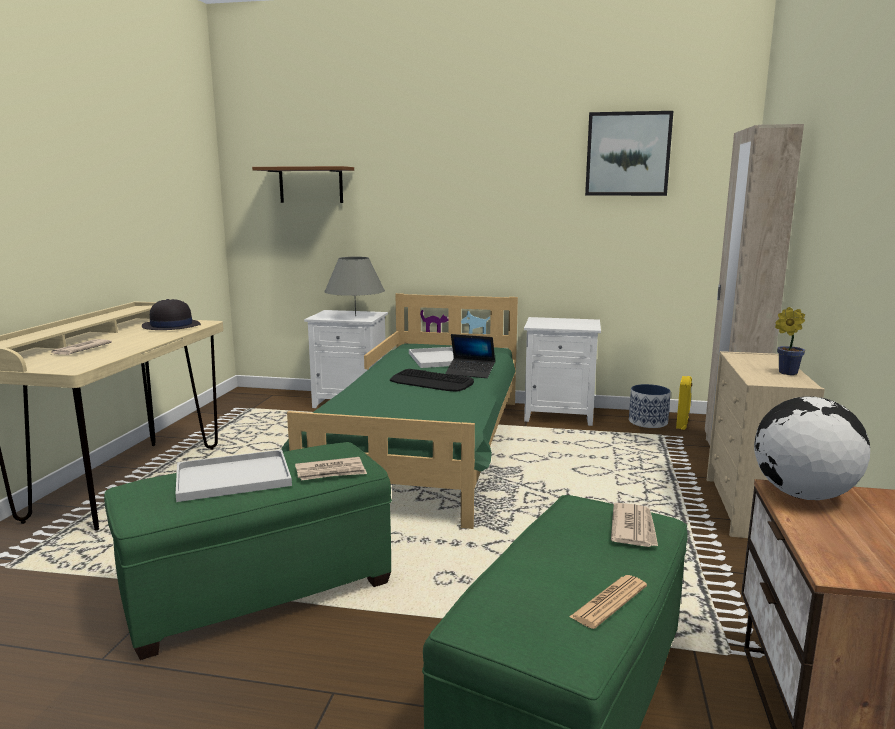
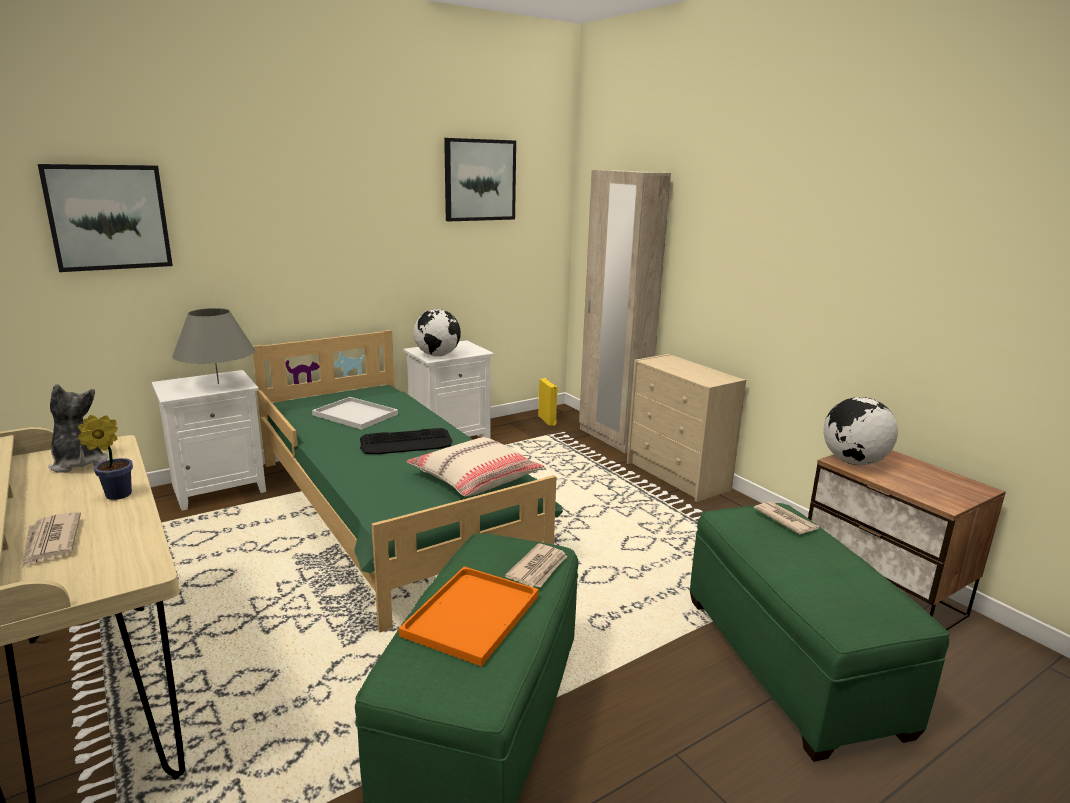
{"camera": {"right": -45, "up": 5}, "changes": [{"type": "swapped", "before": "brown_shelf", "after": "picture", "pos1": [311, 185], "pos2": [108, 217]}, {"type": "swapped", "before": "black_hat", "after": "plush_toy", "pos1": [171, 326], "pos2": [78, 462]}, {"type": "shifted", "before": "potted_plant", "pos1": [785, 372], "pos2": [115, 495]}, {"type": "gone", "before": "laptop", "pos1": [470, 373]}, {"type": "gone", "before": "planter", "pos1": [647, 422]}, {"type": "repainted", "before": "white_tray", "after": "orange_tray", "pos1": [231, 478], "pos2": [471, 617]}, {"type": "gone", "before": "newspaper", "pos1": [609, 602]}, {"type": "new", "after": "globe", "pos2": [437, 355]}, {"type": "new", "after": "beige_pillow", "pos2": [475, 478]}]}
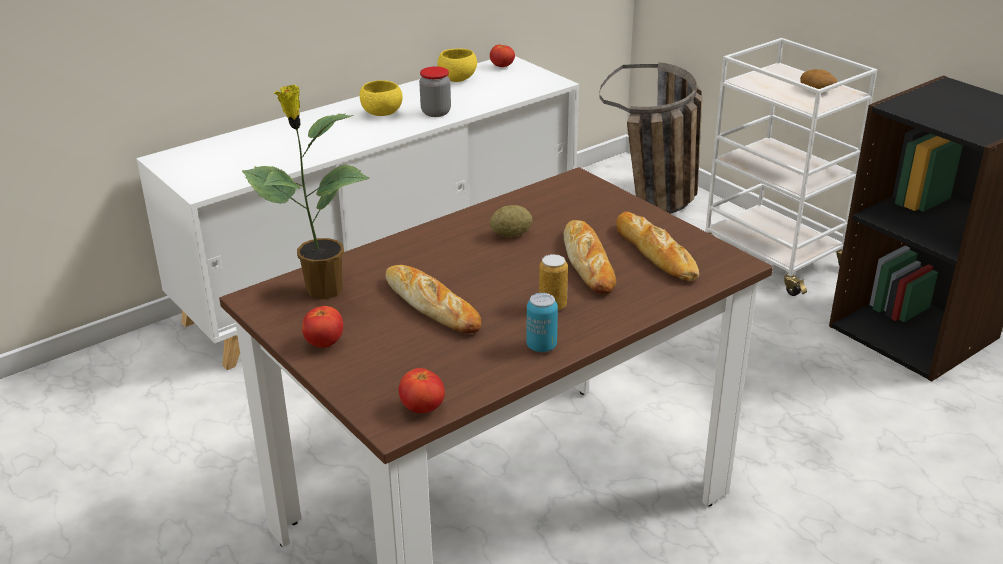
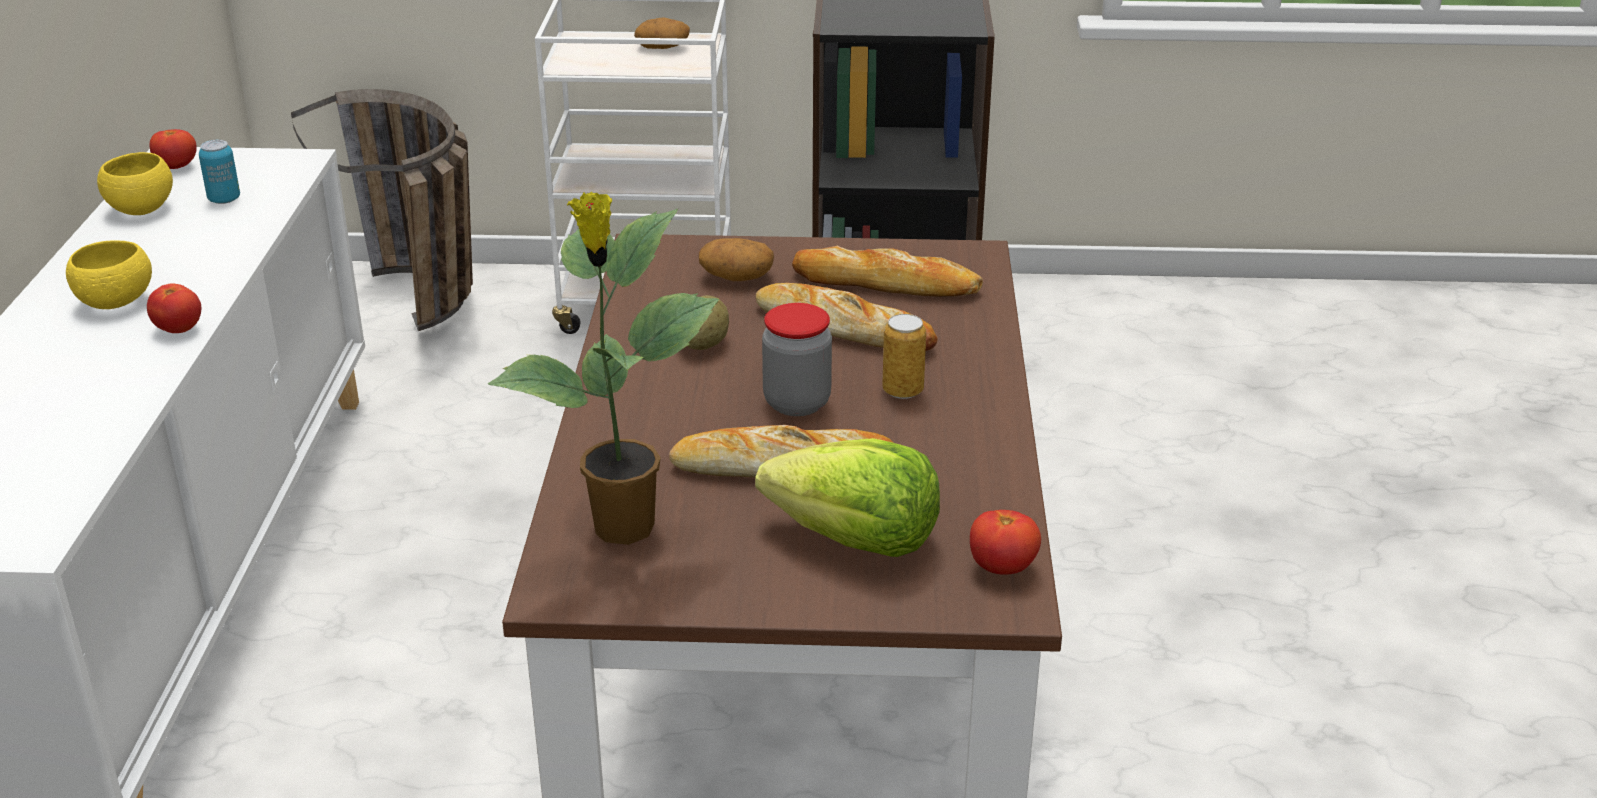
{"camera": {"right": -50, "up": 0}, "changes": [{"type": "shifted", "before": "jar", "pos1": [436, 112], "pos2": [797, 403]}, {"type": "shifted", "before": "can", "pos1": [541, 346], "pos2": [224, 199]}, {"type": "shifted", "before": "tomato", "pos1": [324, 343], "pos2": [178, 329]}, {"type": "new", "after": "potato", "pos2": [736, 277]}, {"type": "new", "after": "lettuce", "pos2": [854, 541]}]}
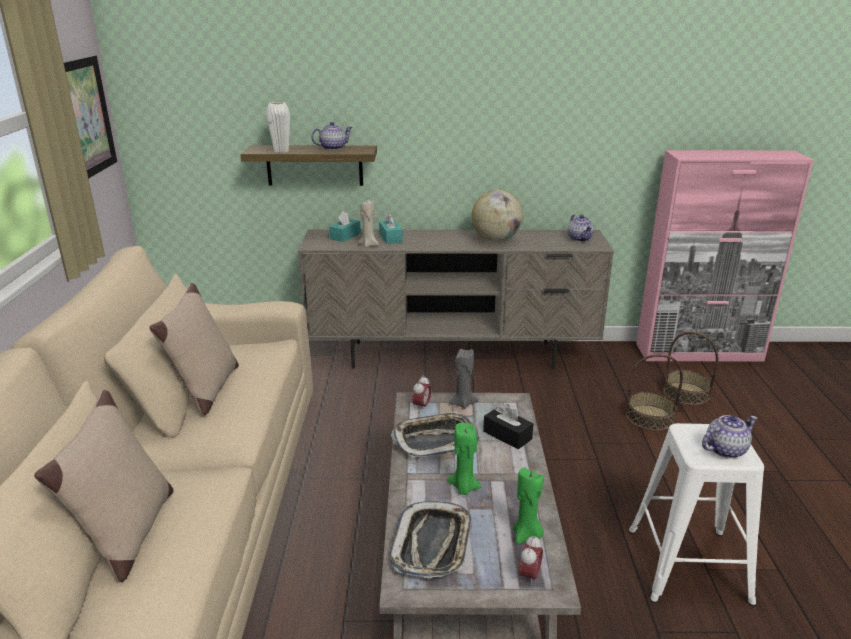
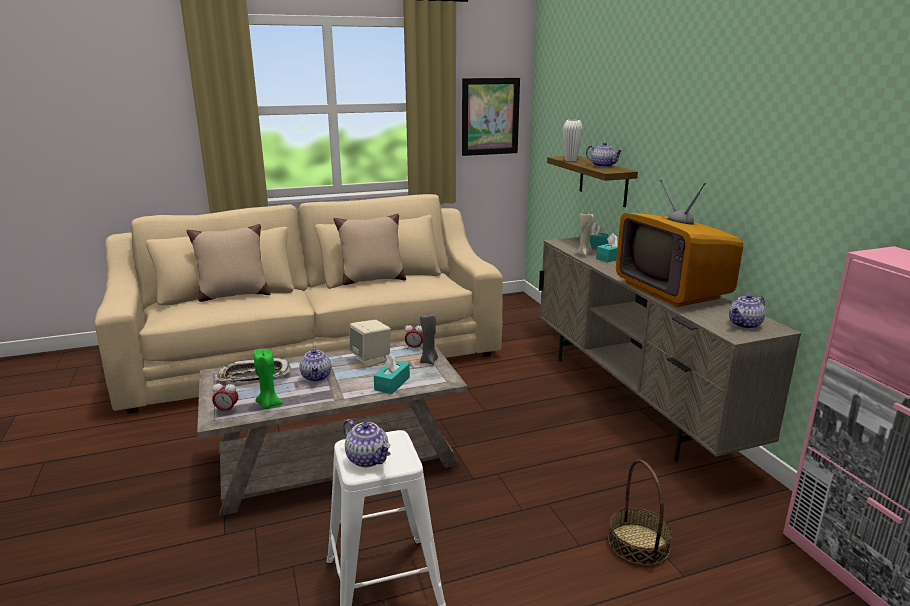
{"camera": {"right": 70, "up": -5}, "changes": [{"type": "swapped", "before": "globe", "after": "television", "pos1": [496, 240], "pos2": [671, 291]}, {"type": "gone", "before": "basket", "pos1": [686, 393]}, {"type": "repainted", "before": "black_tissue_box", "after": "turquoise_tissue_box", "pos1": [507, 435], "pos2": [392, 384]}, {"type": "swapped", "before": "tray", "after": "beige_speaker", "pos1": [435, 440], "pos2": [371, 359]}, {"type": "swapped", "before": "green_candle", "after": "teapot", "pos1": [464, 487], "pos2": [317, 377]}]}
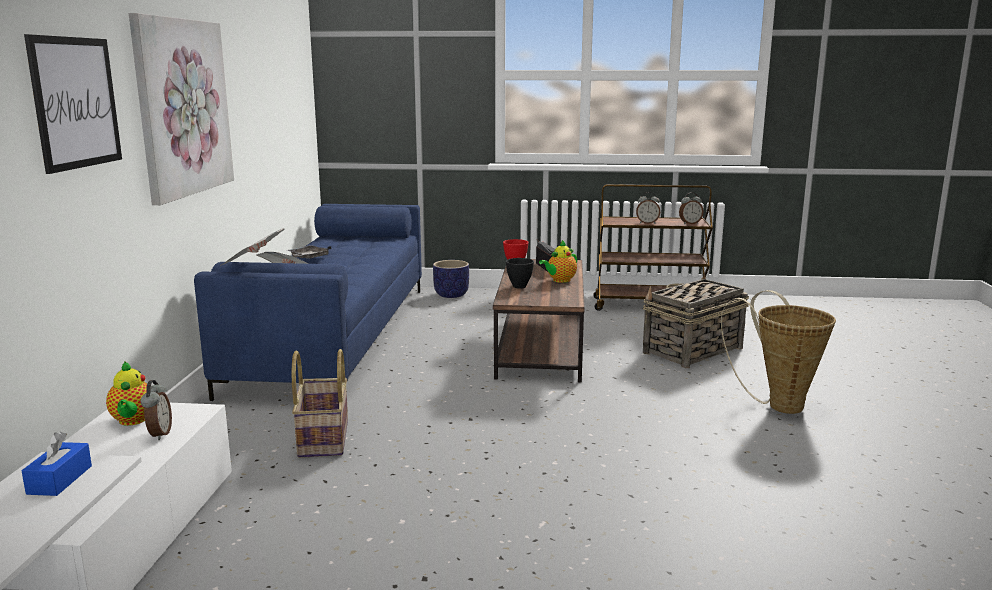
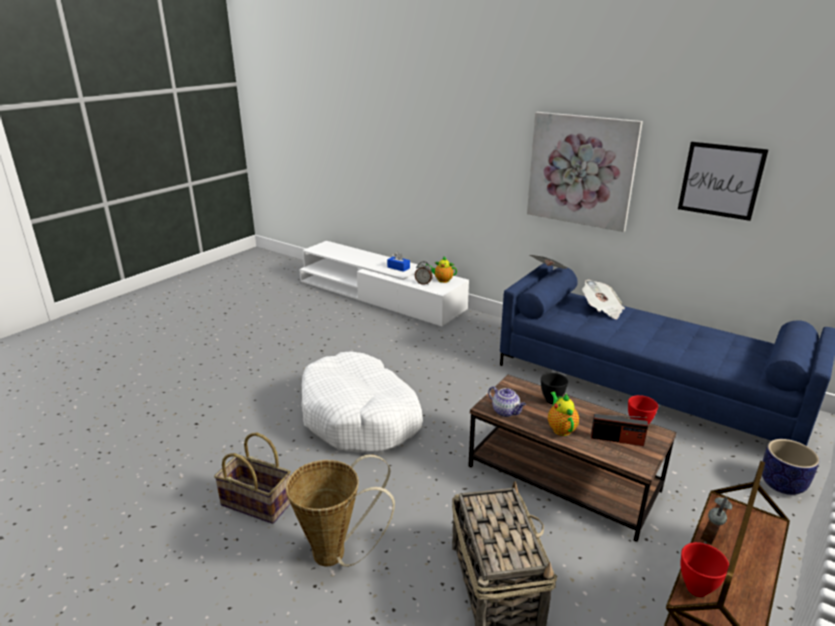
{"camera": {"right": 120, "up": 10}, "changes": [{"type": "shifted", "before": "picture", "pos1": [76, 102], "pos2": [720, 180]}, {"type": "swapped", "before": "alarm_clock", "after": "red_bowl", "pos1": [690, 223], "pos2": [697, 589]}, {"type": "gone", "before": "grey_tray", "pos1": [308, 258]}, {"type": "shifted", "before": "basket", "pos1": [322, 438], "pos2": [258, 502]}, {"type": "new", "after": "white_dog_bed", "pos2": [360, 417]}, {"type": "new", "after": "teapot", "pos2": [506, 412]}]}
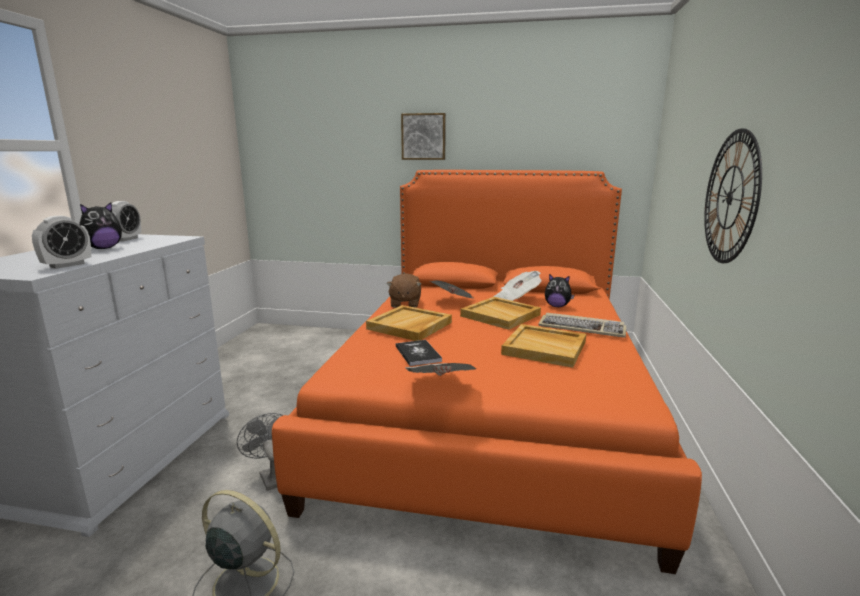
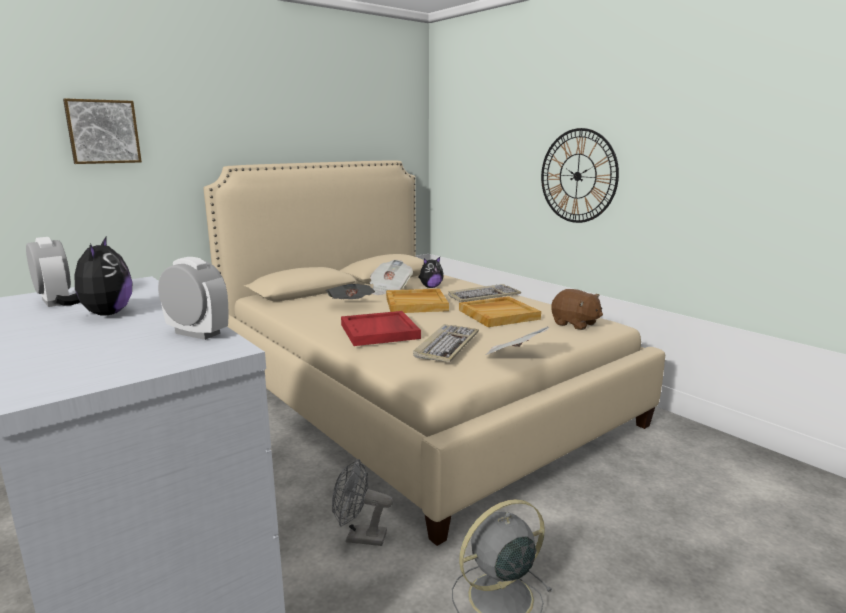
{"camera": {"right": -50, "up": 0}, "changes": [{"type": "shifted", "before": "picture", "pos1": [423, 136], "pos2": [103, 131]}, {"type": "repainted", "before": "orange_bed", "after": "beige_bed", "pos1": [488, 408], "pos2": [417, 397]}, {"type": "rotated", "before": "alarm_clock", "pos1": [67, 265], "pos2": [197, 333], "turn": -45}, {"type": "shifted", "before": "brown_plush_toy", "pos1": [405, 304], "pos2": [575, 324]}, {"type": "repainted", "before": "beige_tray", "after": "red_tray", "pos1": [410, 326], "pos2": [380, 331]}, {"type": "swapped", "before": "book", "after": "keyboard", "pos1": [418, 354], "pos2": [446, 345]}]}
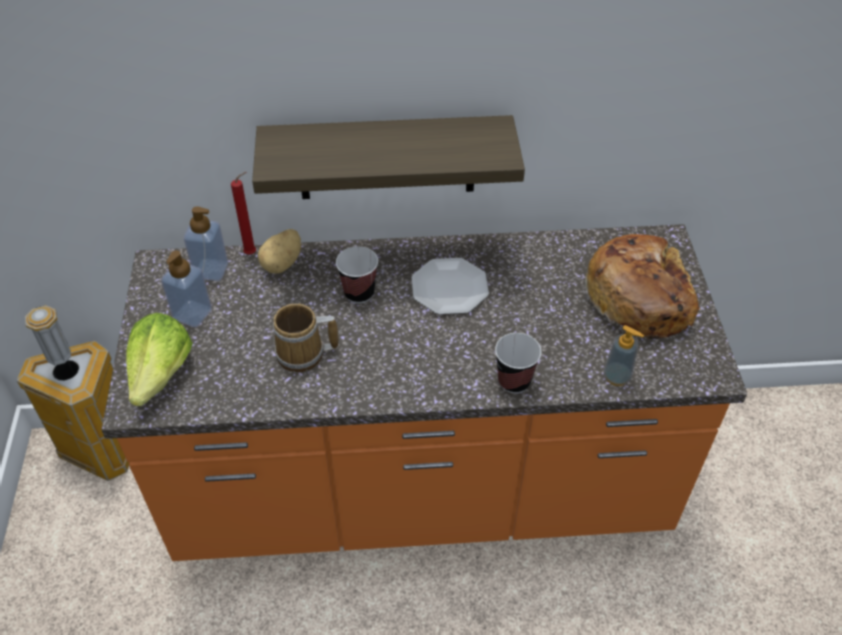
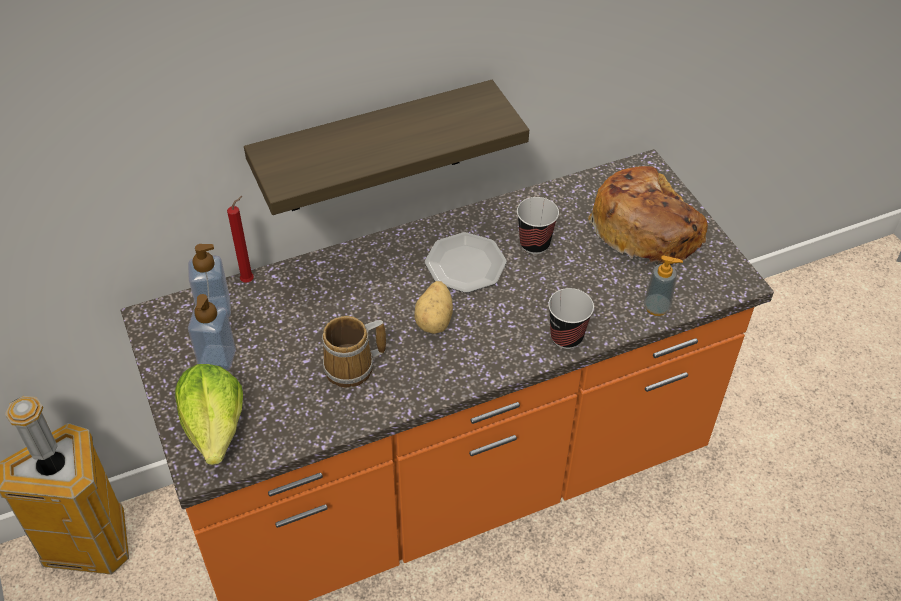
{"camera": {"right": -20, "up": 0}, "changes": [{"type": "shifted", "before": "potato", "pos1": [283, 263], "pos2": [435, 320]}, {"type": "shifted", "before": "cup", "pos1": [359, 293], "pos2": [534, 244]}]}
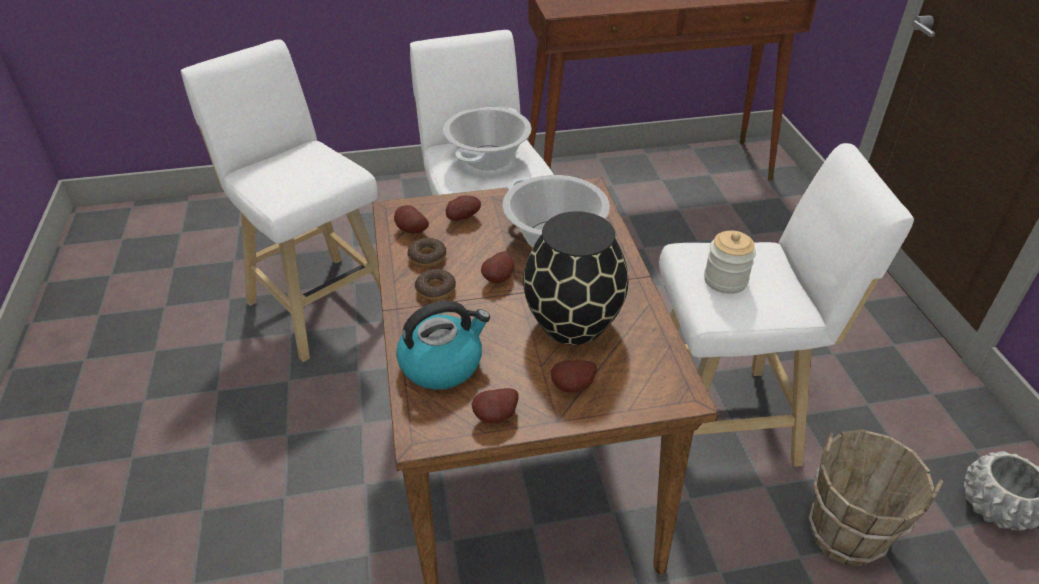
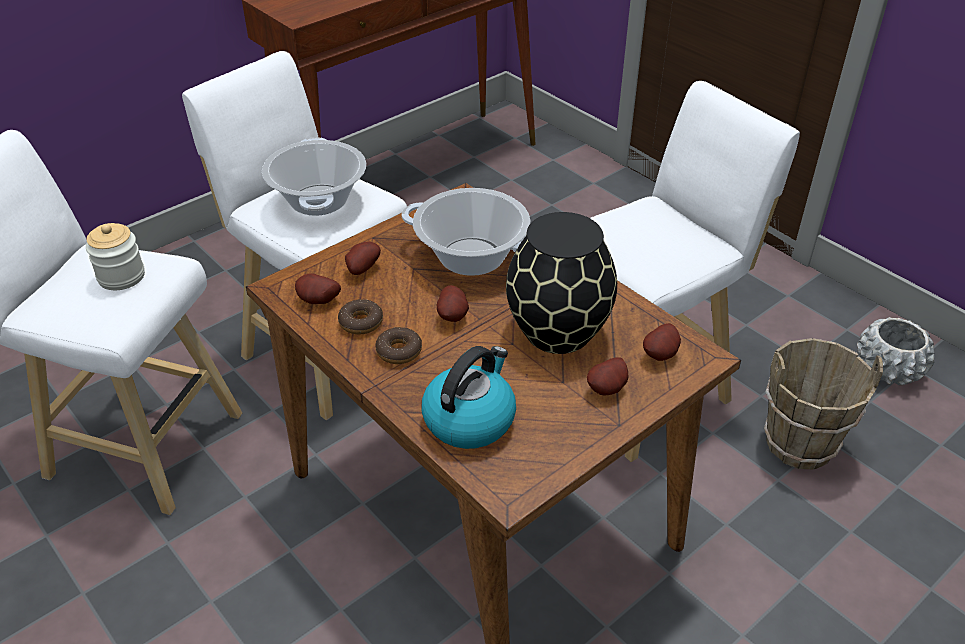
{"camera": {"right": -30, "up": 0}, "changes": [{"type": "shifted", "before": "jar", "pos1": [725, 280], "pos2": [121, 276]}, {"type": "shifted", "before": "potato", "pos1": [497, 417], "pos2": [661, 355]}]}
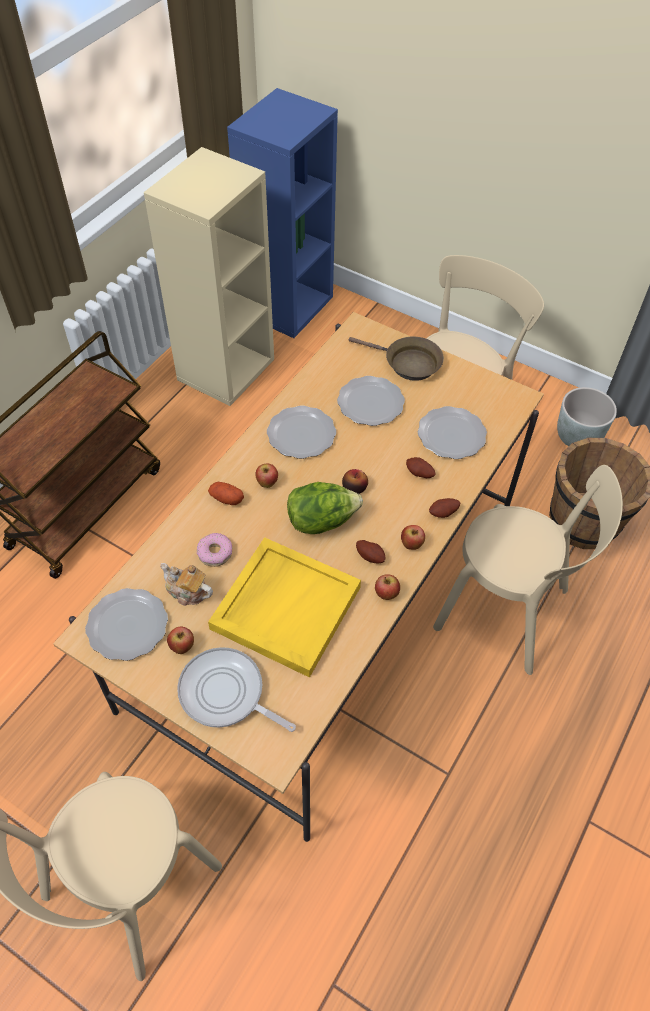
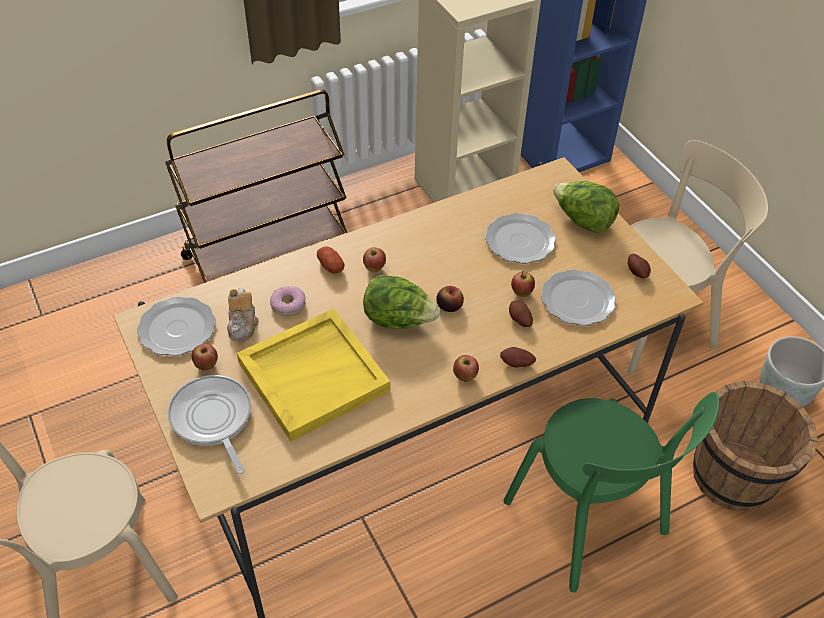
{"camera": {"right": 30, "up": -5}, "changes": [{"type": "swapped", "before": "brown_frying_pan", "after": "lettuce", "pos1": [408, 363], "pos2": [582, 221]}, {"type": "gone", "before": "plate", "pos1": [301, 433]}, {"type": "repainted", "before": "beige_chair", "after": "green_chair", "pos1": [508, 612], "pos2": [589, 522]}, {"type": "shifted", "before": "potato", "pos1": [370, 556], "pos2": [637, 272]}, {"type": "rotated", "before": "teapot", "pos1": [187, 592], "pos2": [243, 325], "turn": -150}, {"type": "shifted", "before": "apple", "pos1": [386, 594], "pos2": [521, 293]}]}
